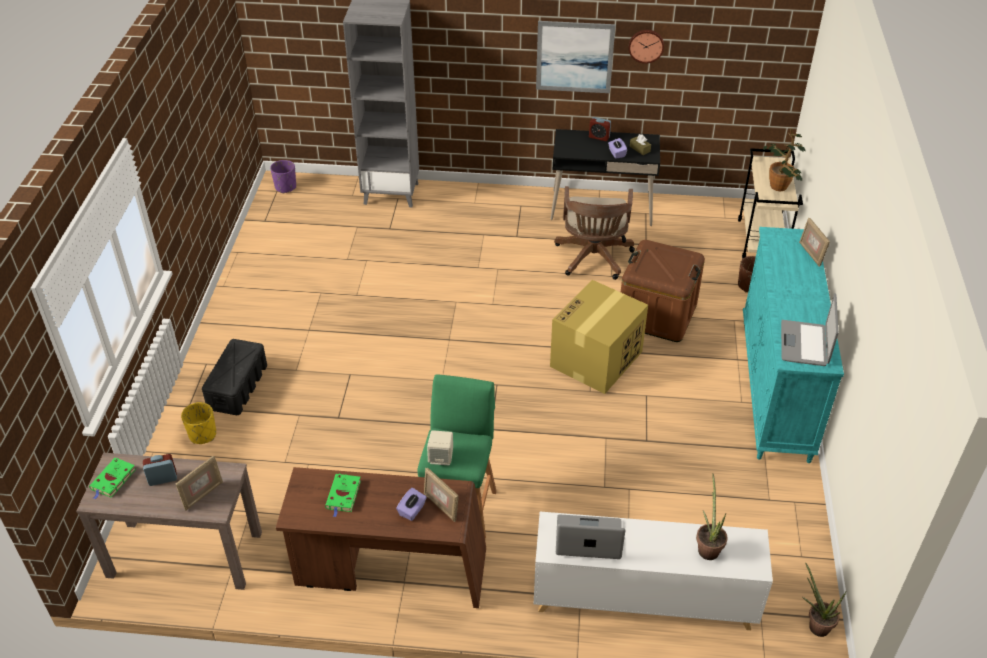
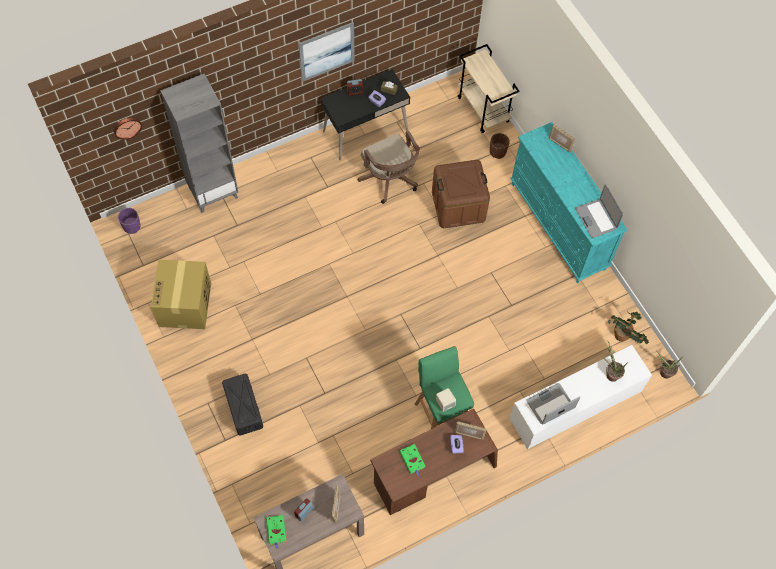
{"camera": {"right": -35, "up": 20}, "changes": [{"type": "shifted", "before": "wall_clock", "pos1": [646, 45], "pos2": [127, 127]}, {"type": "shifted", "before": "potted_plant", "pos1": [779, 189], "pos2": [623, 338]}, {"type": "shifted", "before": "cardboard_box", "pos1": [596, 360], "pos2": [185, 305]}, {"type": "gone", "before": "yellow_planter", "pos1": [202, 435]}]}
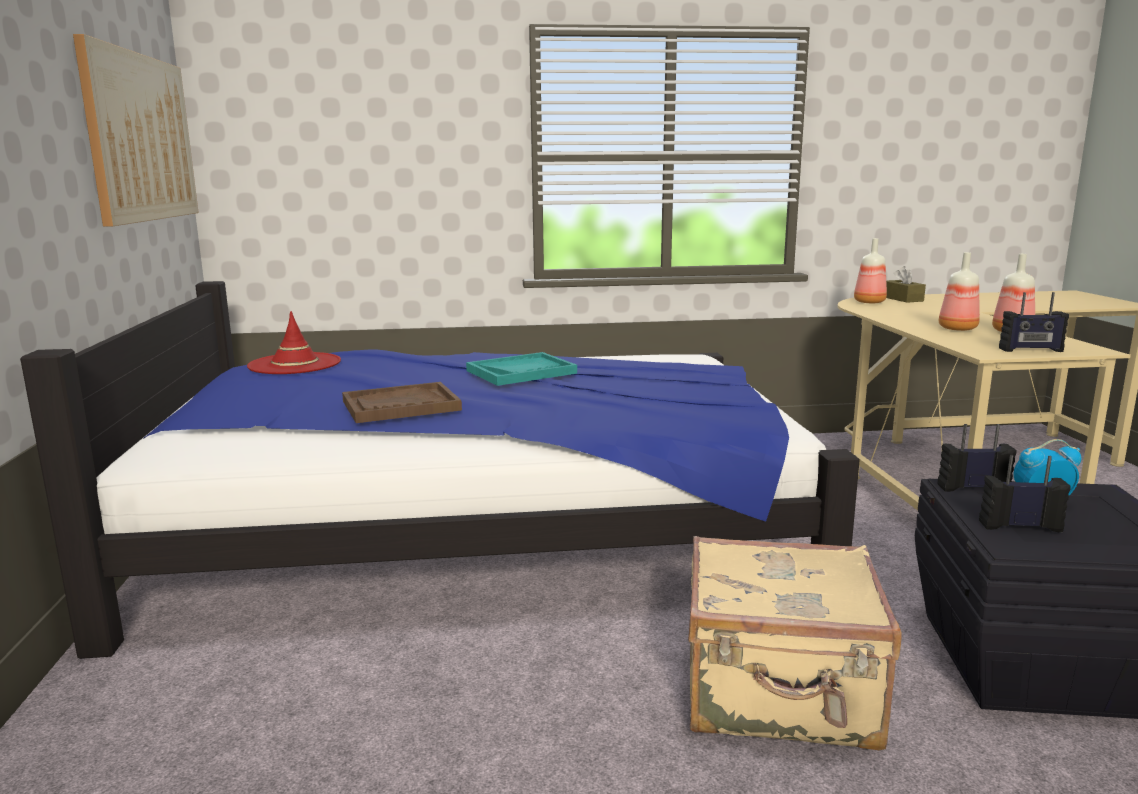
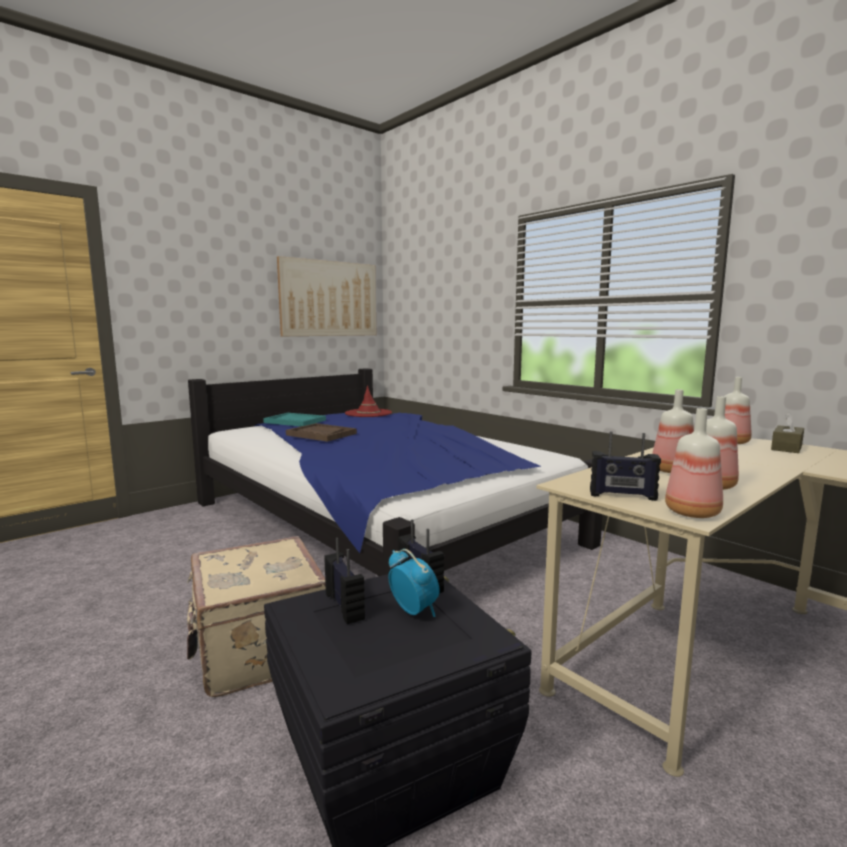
{"camera": {"right": 55, "up": -5}, "changes": [{"type": "rotated", "before": "radio", "pos1": [1031, 350], "pos2": [622, 496], "turn": -45}, {"type": "shifted", "before": "turquoise_tray", "pos1": [521, 372], "pos2": [295, 421]}, {"type": "new", "after": "bottle", "pos2": [692, 512]}]}
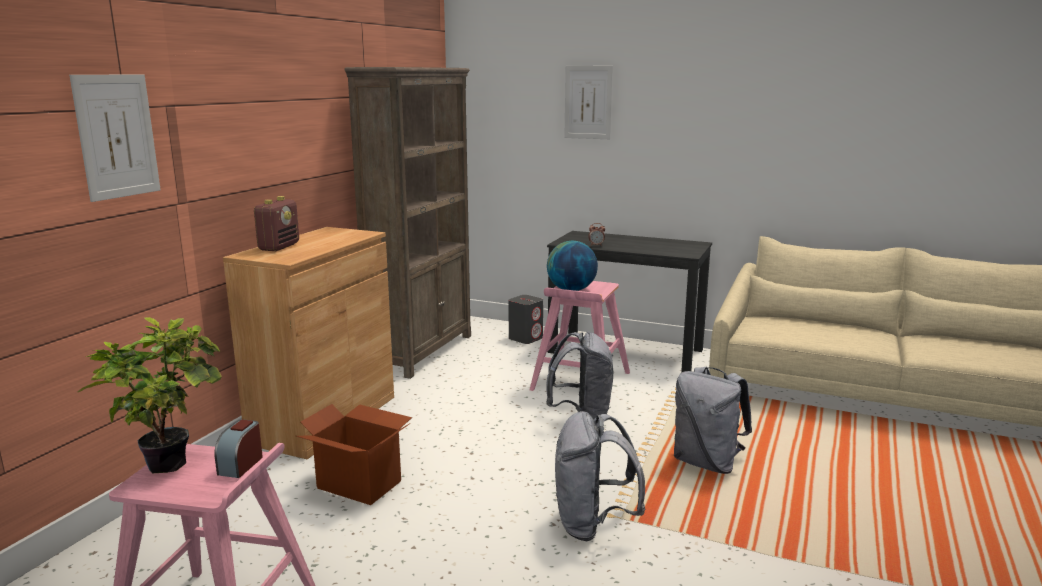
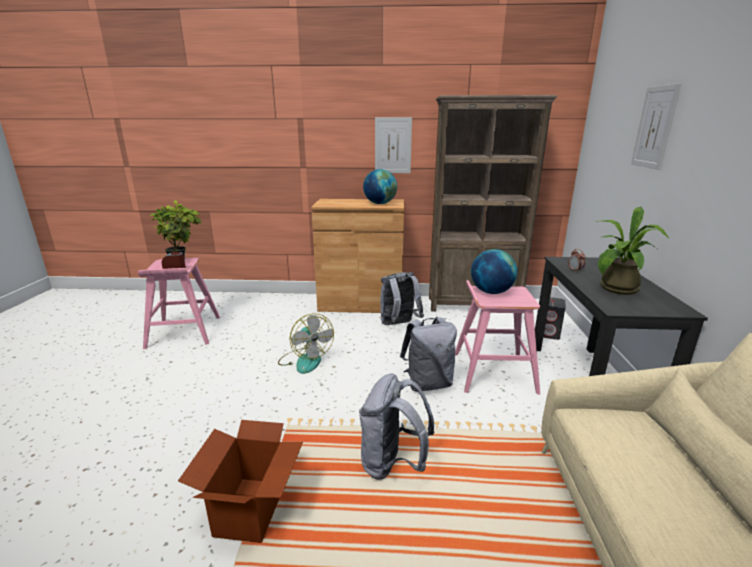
{"camera": {"right": 70, "up": 5}, "changes": [{"type": "shifted", "before": "picture", "pos1": [117, 136], "pos2": [393, 145]}, {"type": "gone", "before": "radio", "pos1": [279, 247]}, {"type": "shifted", "before": "cardboard_box", "pos1": [360, 484], "pos2": [252, 509]}, {"type": "shifted", "before": "grey_backpack", "pos1": [593, 525], "pos2": [398, 324]}, {"type": "new", "after": "globe", "pos2": [380, 203]}, {"type": "new", "after": "potted_plant", "pos2": [616, 290]}, {"type": "new", "after": "fan", "pos2": [305, 360]}]}
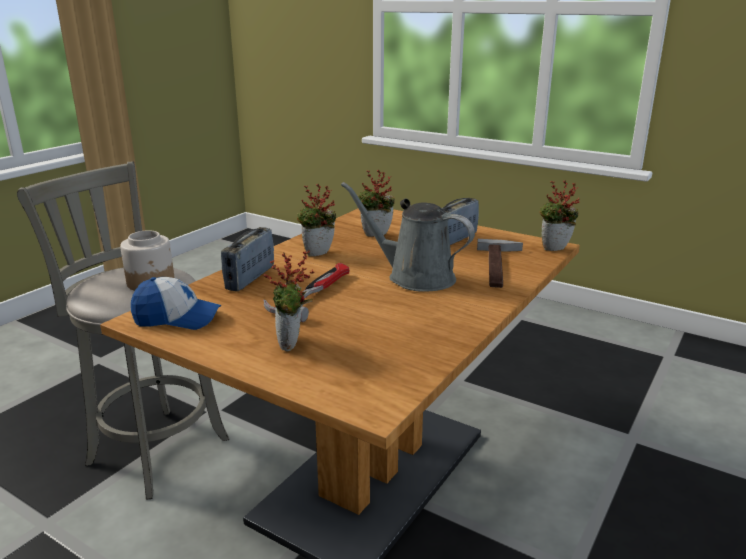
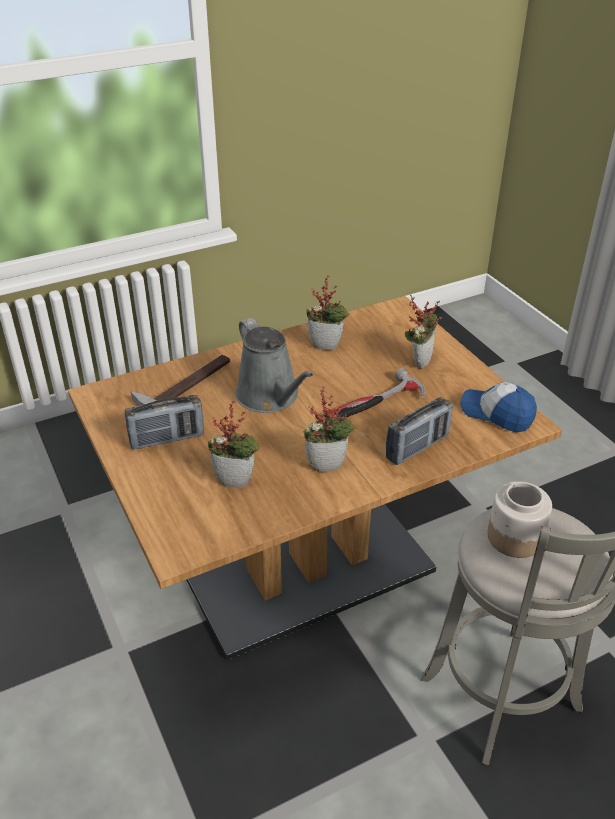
{"camera": {"right": -150, "up": 15}, "changes": [{"type": "shifted", "before": "potted_plant", "pos1": [555, 250], "pos2": [327, 345]}]}
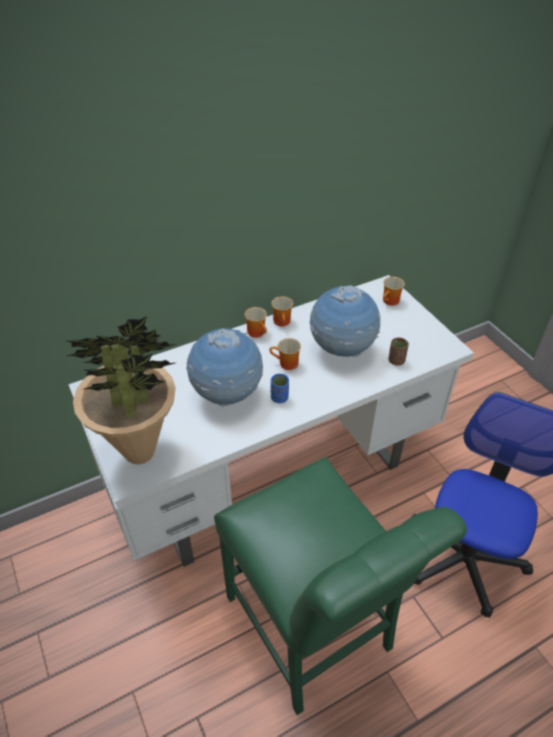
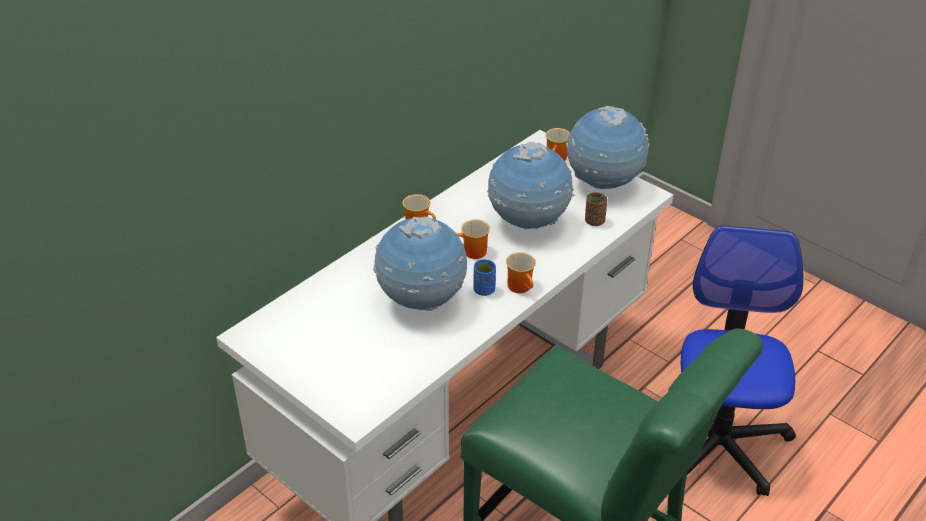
{"camera": {"right": -20, "up": -5}, "changes": [{"type": "shifted", "before": "mug", "pos1": [283, 322], "pos2": [522, 287]}, {"type": "gone", "before": "potted_plant", "pos1": [140, 452]}, {"type": "new", "after": "globe", "pos2": [603, 184]}]}
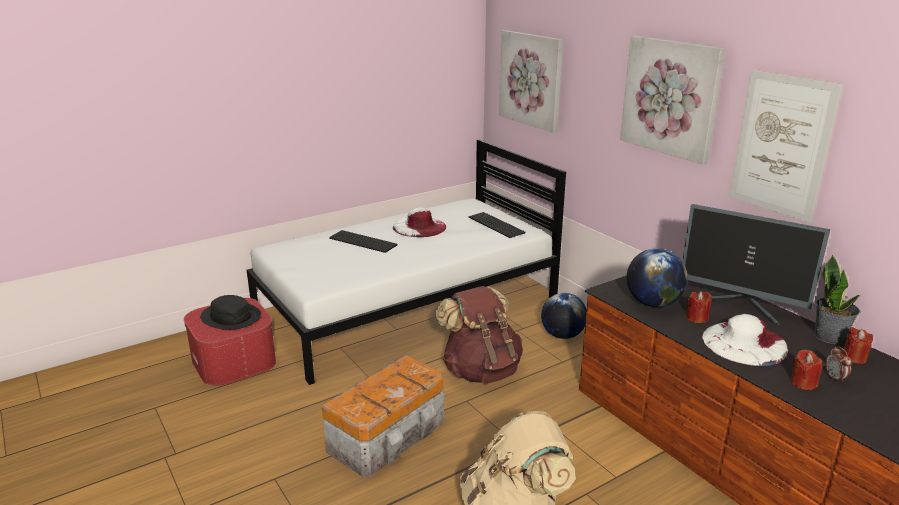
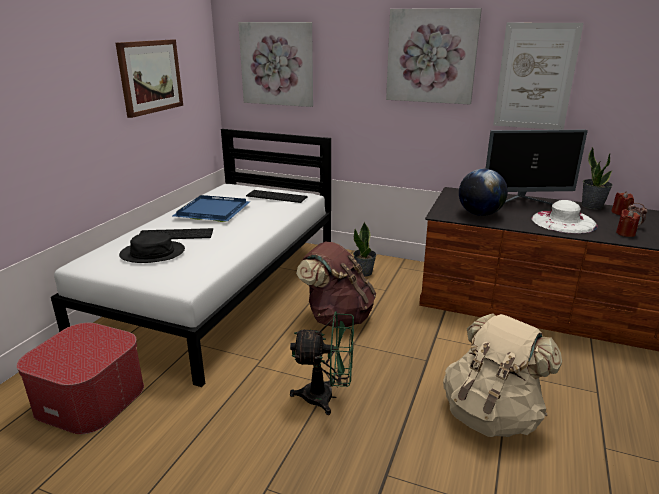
{"camera": {"right": -35, "up": 0}, "changes": [{"type": "swapped", "before": "white_hat", "after": "blue_tray", "pos1": [419, 226], "pos2": [213, 211]}, {"type": "gone", "before": "red_candle", "pos1": [696, 318]}, {"type": "swapped", "before": "globe", "after": "potted_plant", "pos1": [562, 335], "pos2": [364, 272]}, {"type": "shifted", "before": "black_hat", "pos1": [231, 317], "pos2": [152, 253]}, {"type": "swapped", "before": "storage_box", "after": "green_fan", "pos1": [390, 435], "pos2": [326, 397]}, {"type": "new", "after": "picture", "pos2": [150, 76]}]}
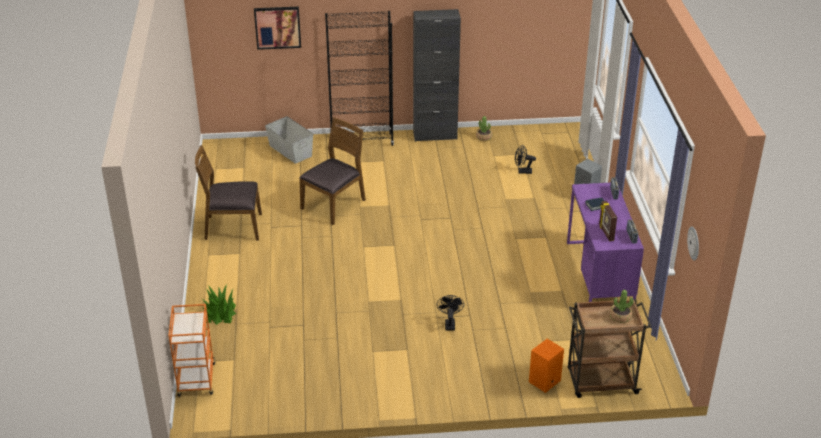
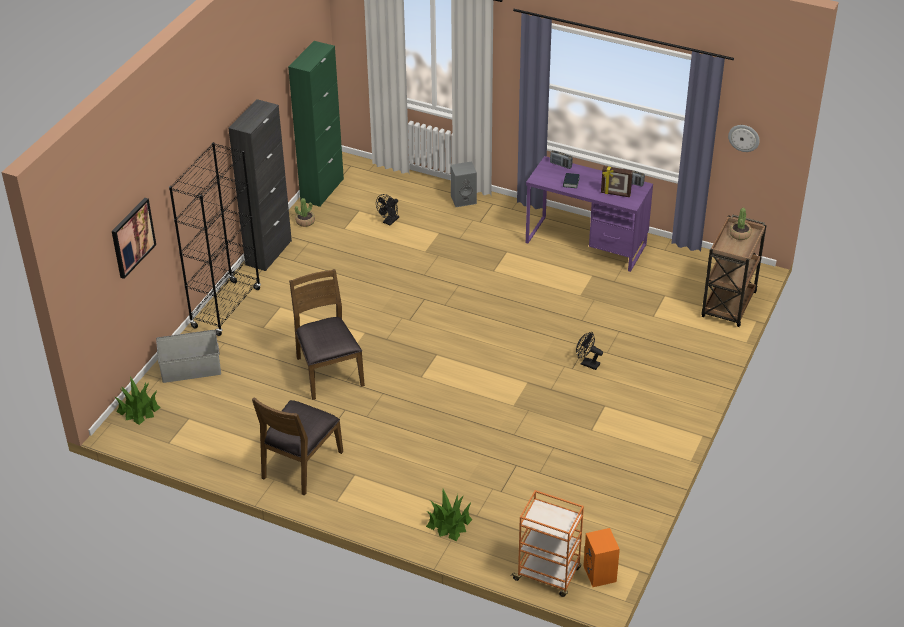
{"camera": {"right": -60, "up": 5}, "changes": [{"type": "shifted", "before": "orange_speaker", "pos1": [544, 382], "pos2": [600, 574]}, {"type": "new", "after": "green_cabinet", "pos2": [322, 190]}, {"type": "new", "after": "potted_plant", "pos2": [138, 409]}]}
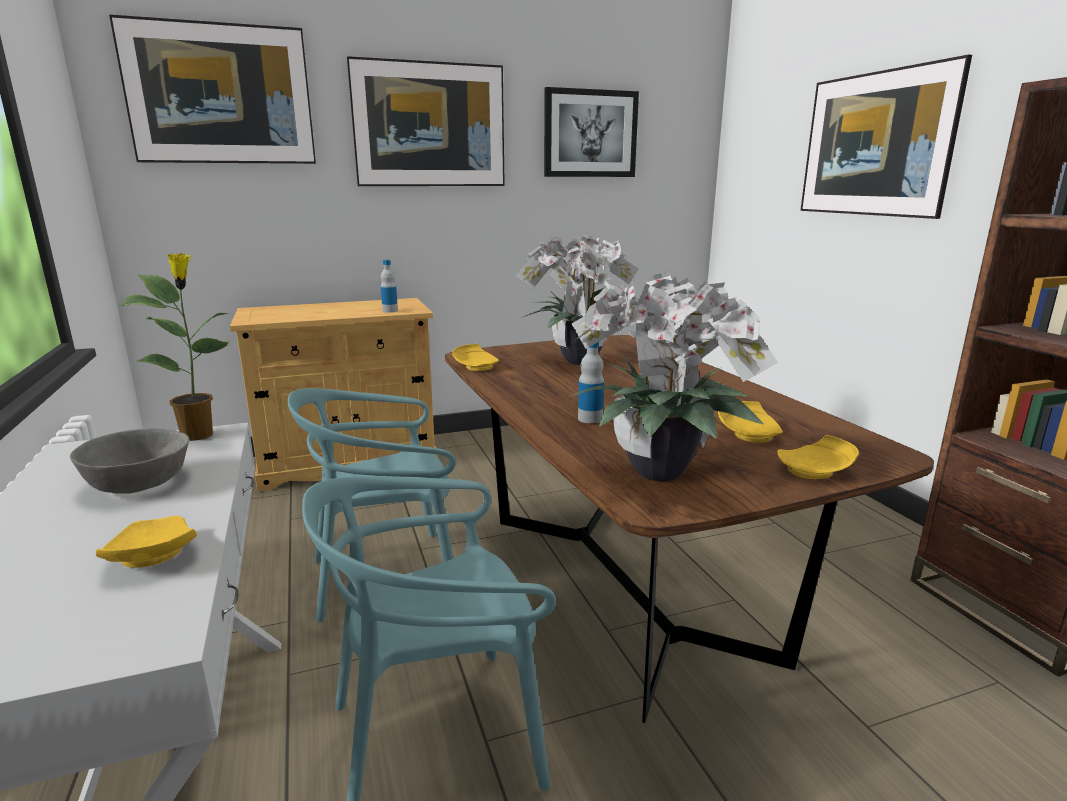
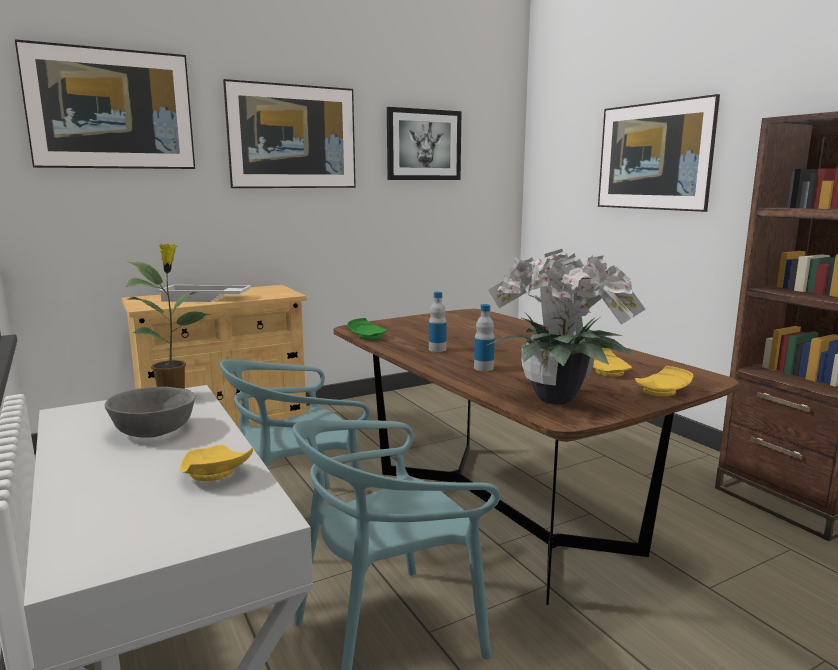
{"camera": {"right": -10, "up": -5}, "changes": [{"type": "gone", "before": "potted_plant", "pos1": [576, 361]}, {"type": "shifted", "before": "bottle", "pos1": [390, 311], "pos2": [437, 349]}, {"type": "repainted", "before": "yellow_plate", "after": "green_plate", "pos1": [476, 366], "pos2": [367, 336]}, {"type": "new", "after": "white_tray", "pos2": [205, 299]}]}
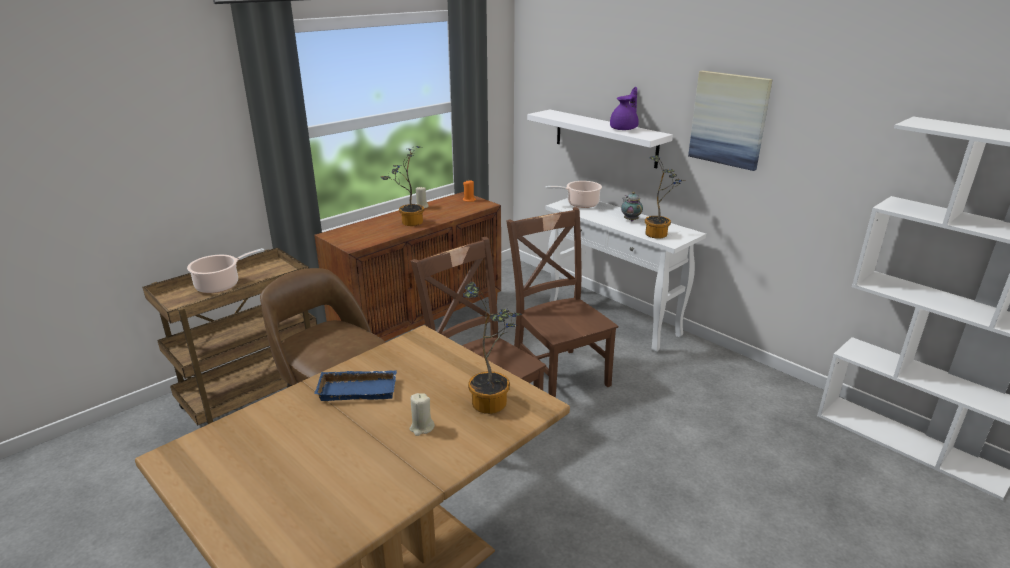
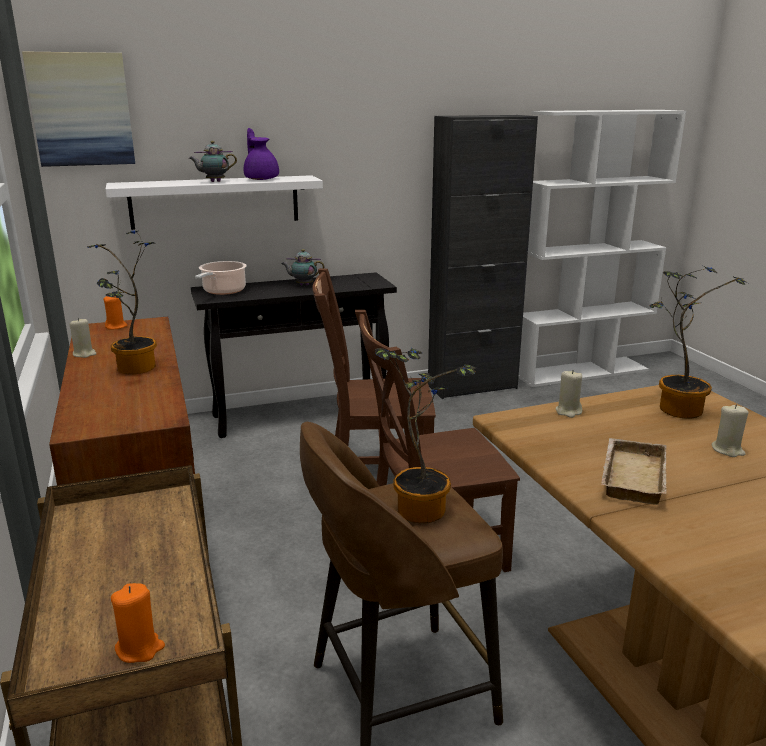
{"camera": {"right": -65, "up": -5}, "changes": [{"type": "shifted", "before": "picture", "pos1": [729, 119], "pos2": [81, 110]}, {"type": "shifted", "before": "potted_plant", "pos1": [659, 234], "pos2": [421, 506]}, {"type": "repainted", "before": "white_console_table", "after": "black_console_table", "pos1": [614, 319], "pos2": [301, 415]}, {"type": "gone", "before": "cooking_pot", "pos1": [220, 285]}, {"type": "repainted", "before": "blue_tray", "after": "beige_tray", "pos1": [359, 389], "pos2": [630, 475]}, {"type": "new", "after": "black_cabinet", "pos2": [472, 387]}, {"type": "new", "after": "teapot", "pos2": [214, 182]}, {"type": "new", "after": "beige_candle", "pos2": [568, 411]}, {"type": "new", "after": "orange_candle", "pos2": [139, 648]}]}
